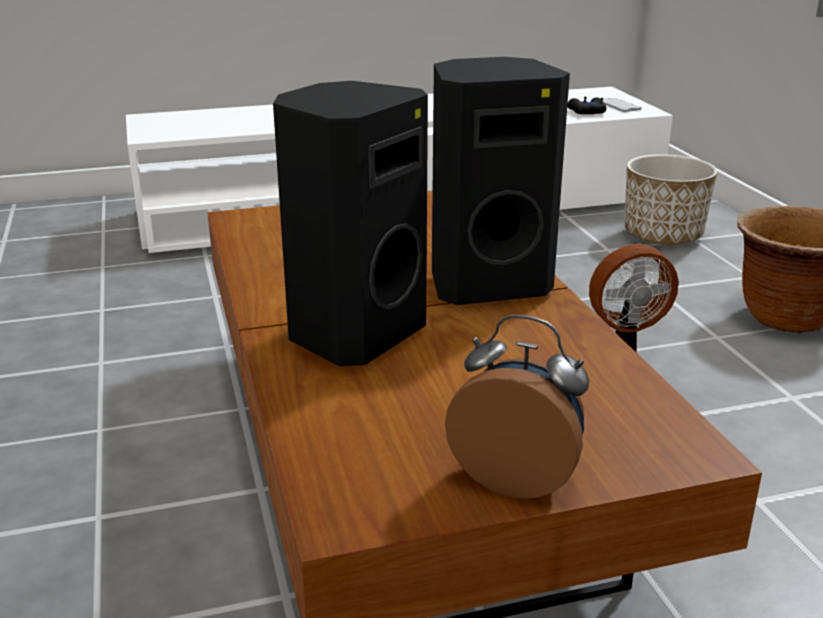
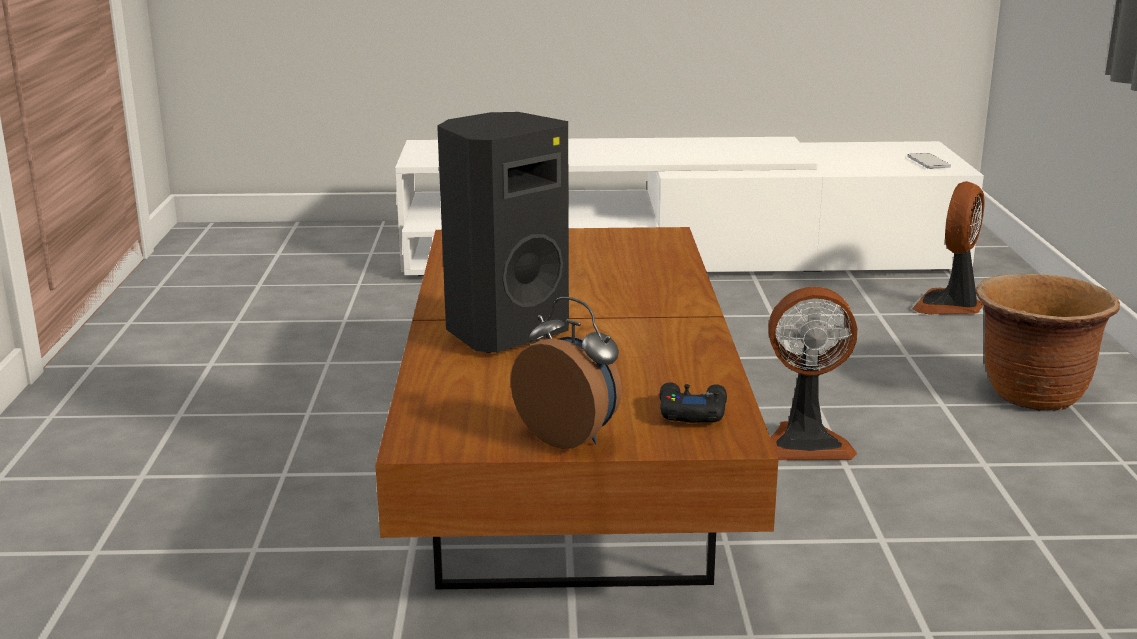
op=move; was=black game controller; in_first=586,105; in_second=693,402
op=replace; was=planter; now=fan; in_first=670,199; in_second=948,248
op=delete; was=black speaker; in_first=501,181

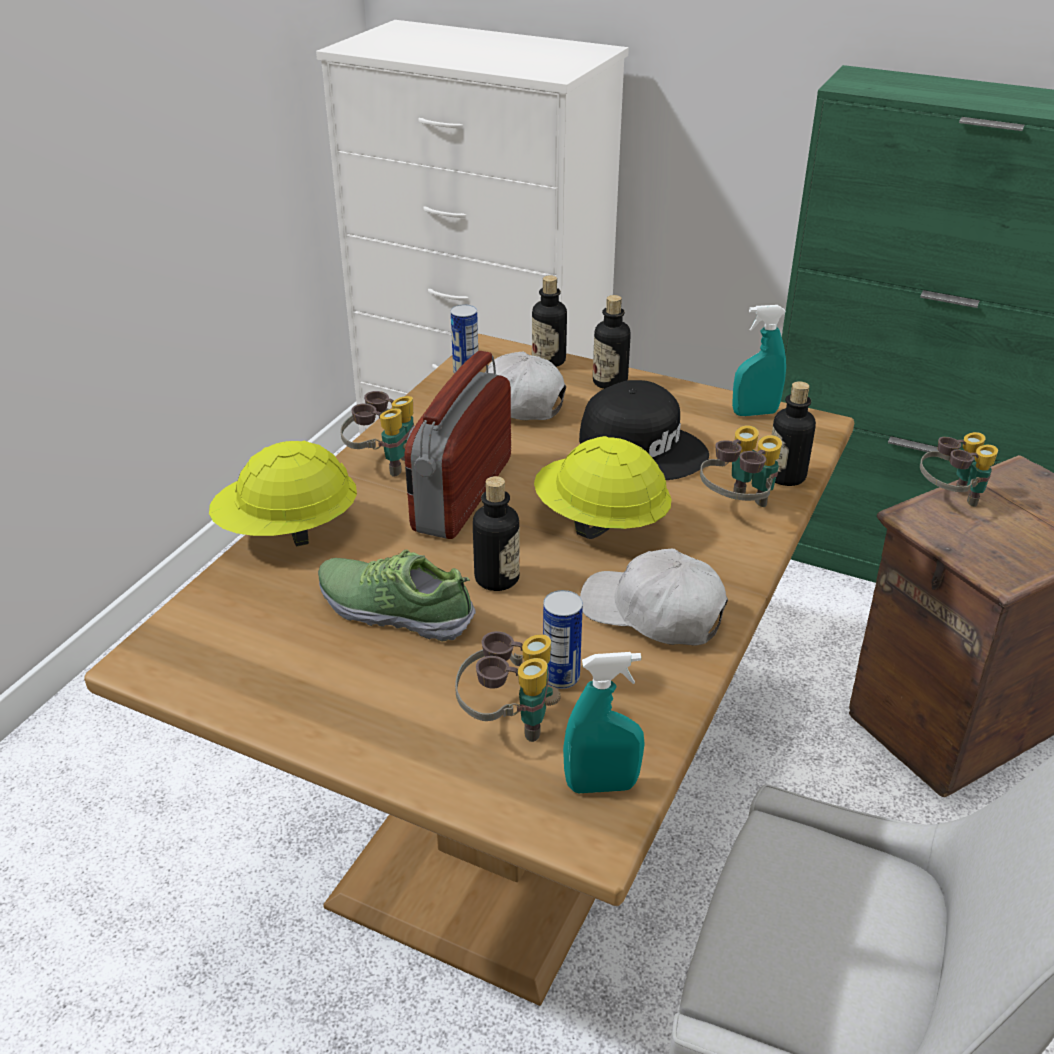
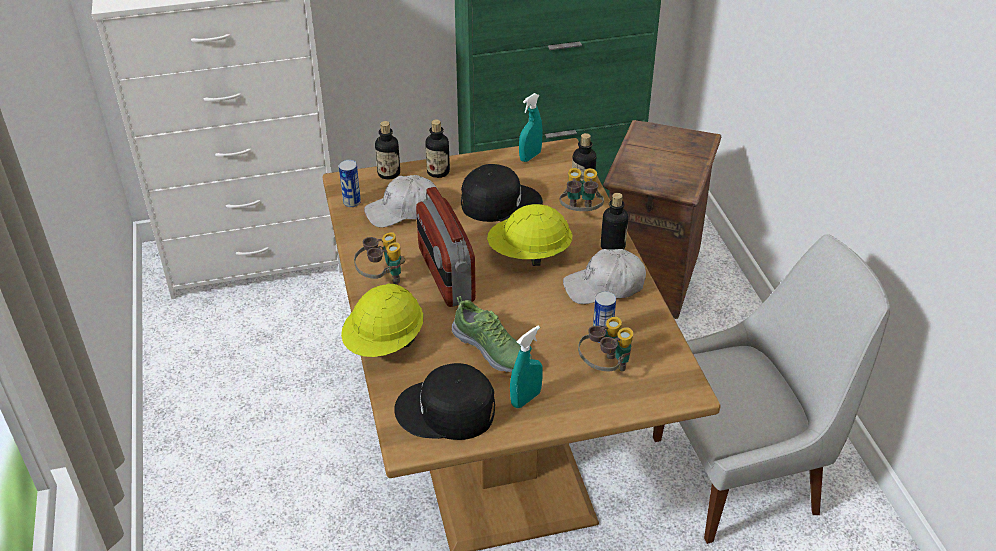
op=insert; now=black cap; in_second=444,401
op=rotate; was=shoe; in_first=396,595; in_second=492,334; clockwise=-120
op=move; was=turquoise spray bottle; in_first=604,722; in_second=526,367
op=move; was=bottle; in_first=496,533; in_second=614,221
op=delete; was=binoculars; in_first=959,469

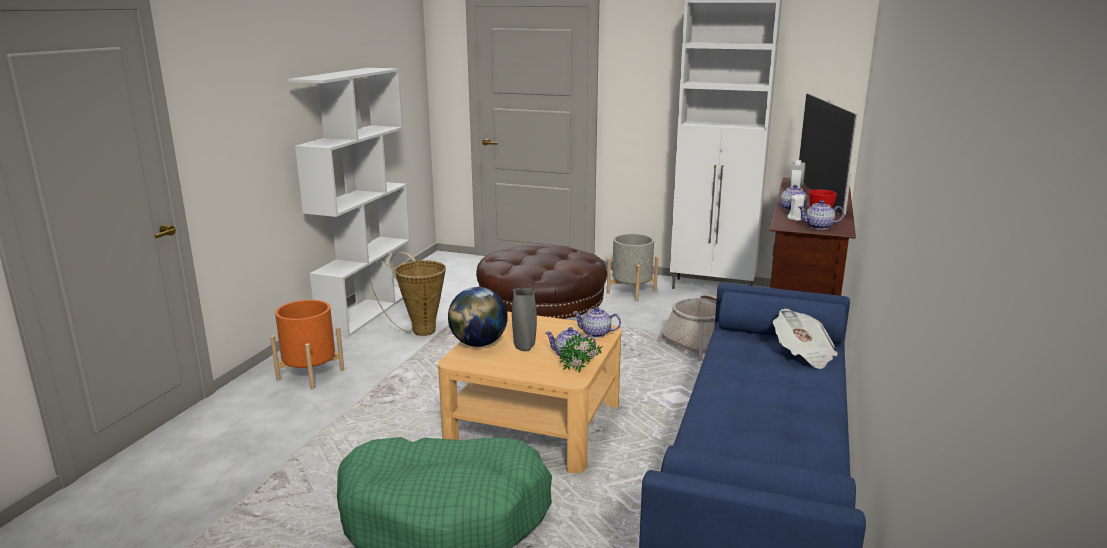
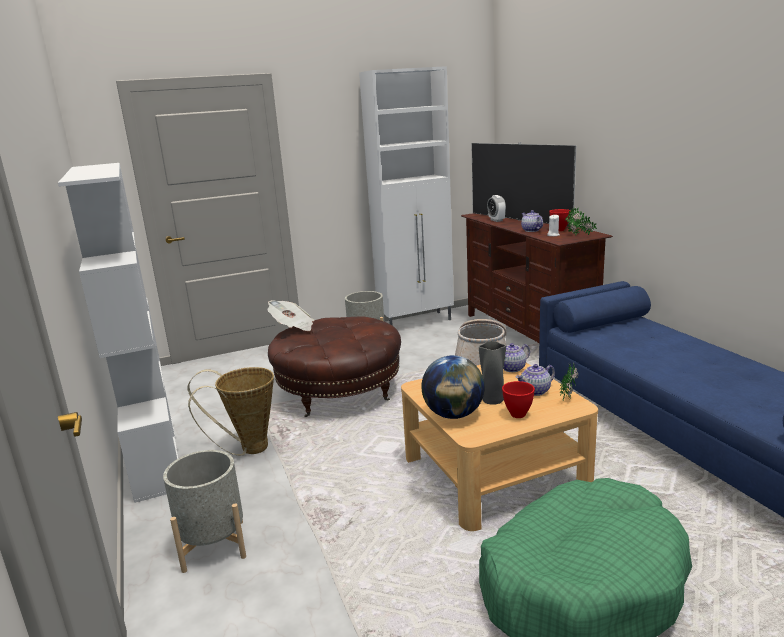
op=recolor; was=orange planter; now=grey planter; in_first=307,345; in_second=204,511
op=move; was=newspaper; in_first=805,339; in_second=290,315
op=insert; now=red bowl; in_second=518,399
op=replace; was=teapot; now=potted plant; in_first=821,215; in_second=581,221

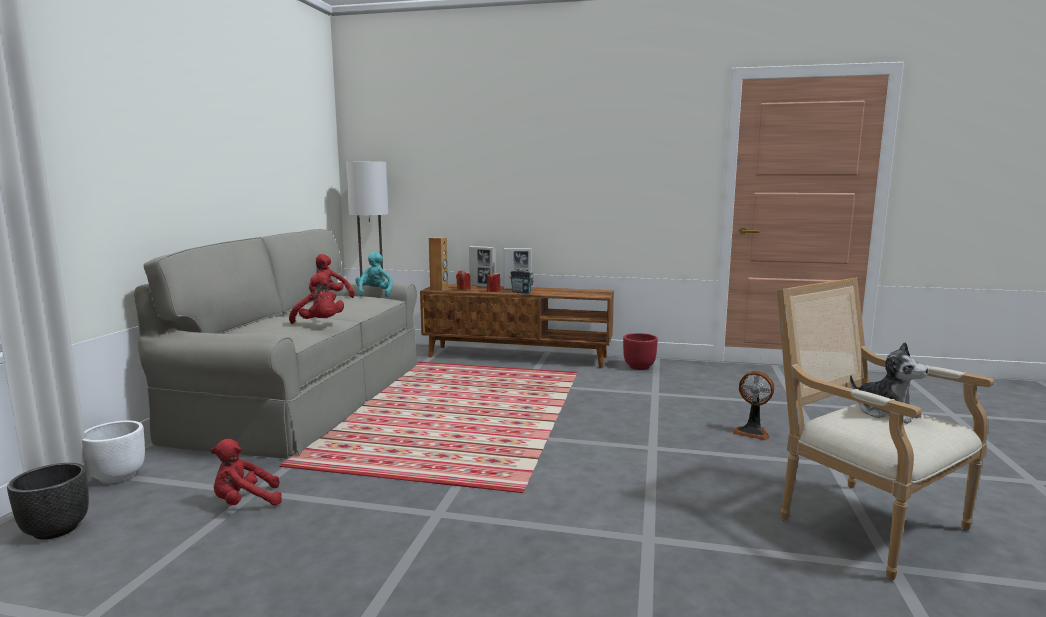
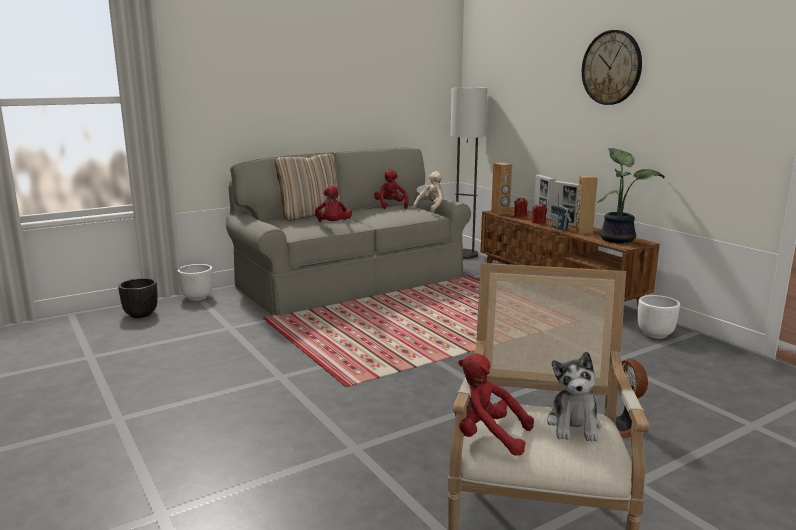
op=insert; now=beige pillow; in_second=308,187
op=recolor; was=turquoise plush toy; now=beige plush toy; in_first=374,274; in_second=428,192
op=move; was=red plush toy; in_first=246,472; in_second=494,404
op=insert; now=brown speaker; in_second=586,204
op=insert; now=wall clock; in_second=612,67
op=insert; now=potted plant; in_second=631,195
op=recolor; was=red planter; now=white planter; in_first=640,351; in_second=659,317

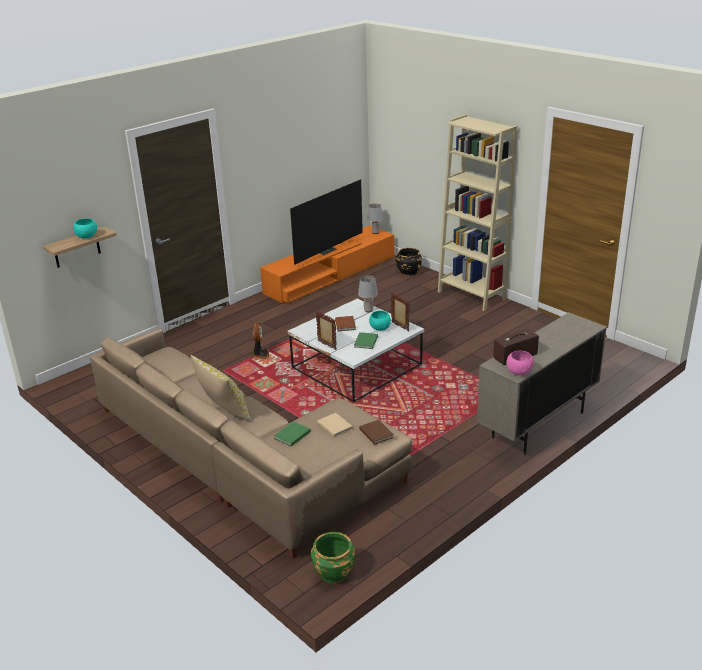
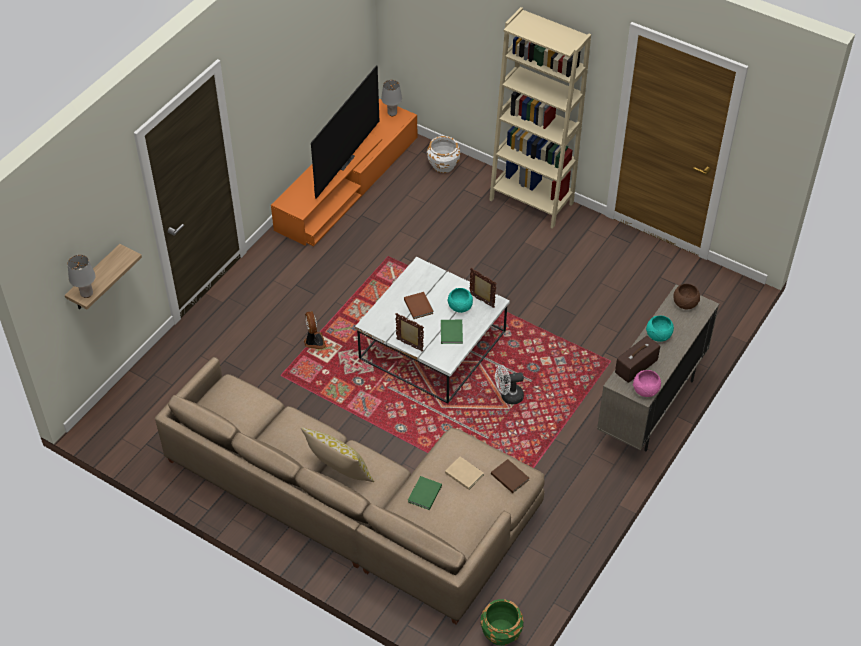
op=move; was=grey table lamp; in_first=368,293; in_second=81,276
op=recolor; was=black planter; now=white planter; in_first=408,262; in_second=444,154
op=insert; now=white fan; in_second=509,384
op=move; was=turquoise bowl; in_first=85,229; in_second=660,329
op=insert; now=brown bowl; in_second=687,296

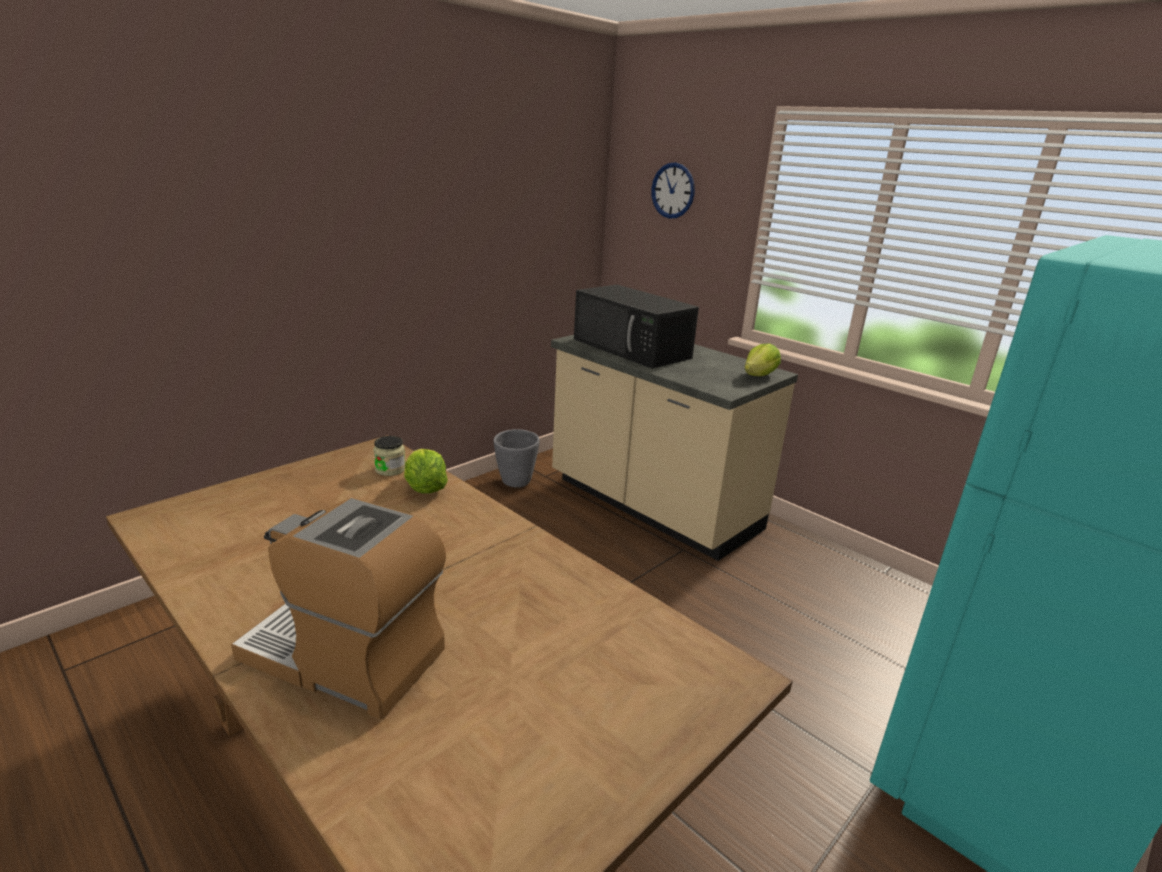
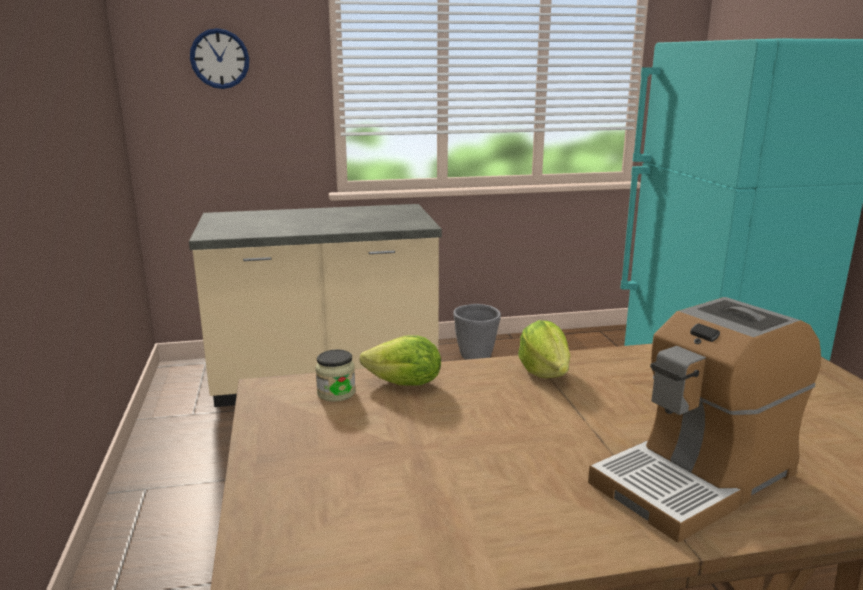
op=move; was=grey planter; in_first=517,458; in_second=477,332
op=move; was=lettuce; in_first=763,359; in_second=544,349
op=delete; was=black microwave; in_first=636,327

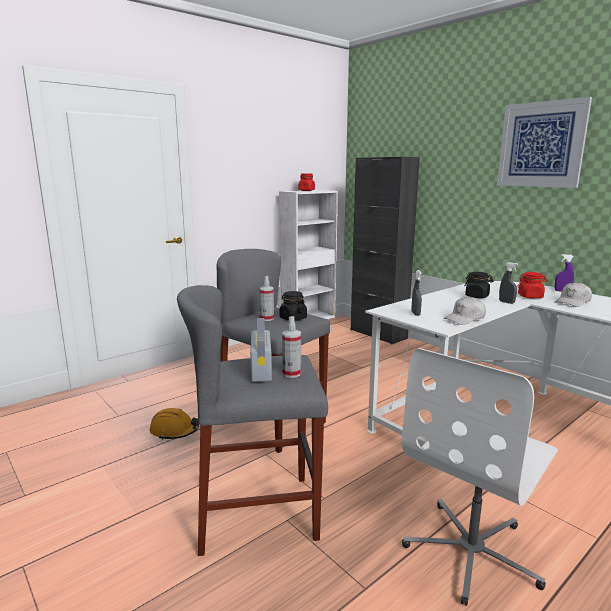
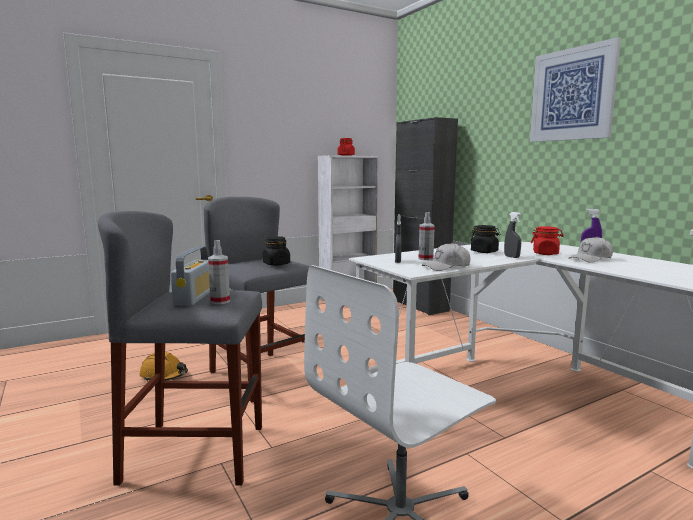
op=move; was=spray bottle; in_first=267,298; in_second=426,236

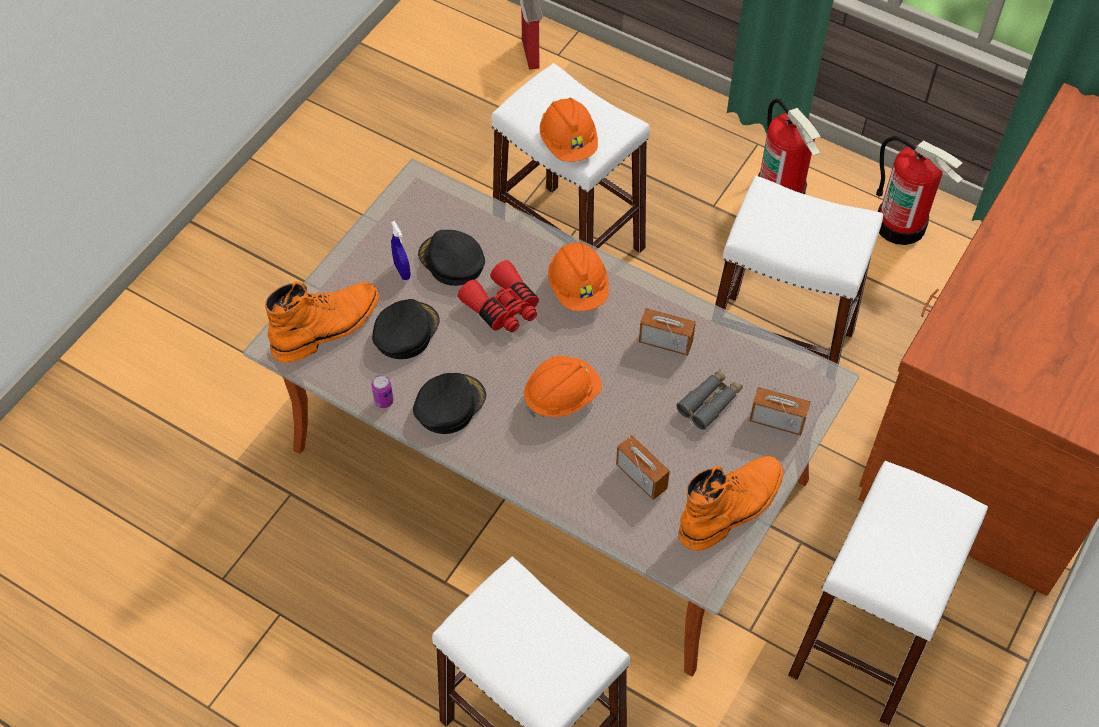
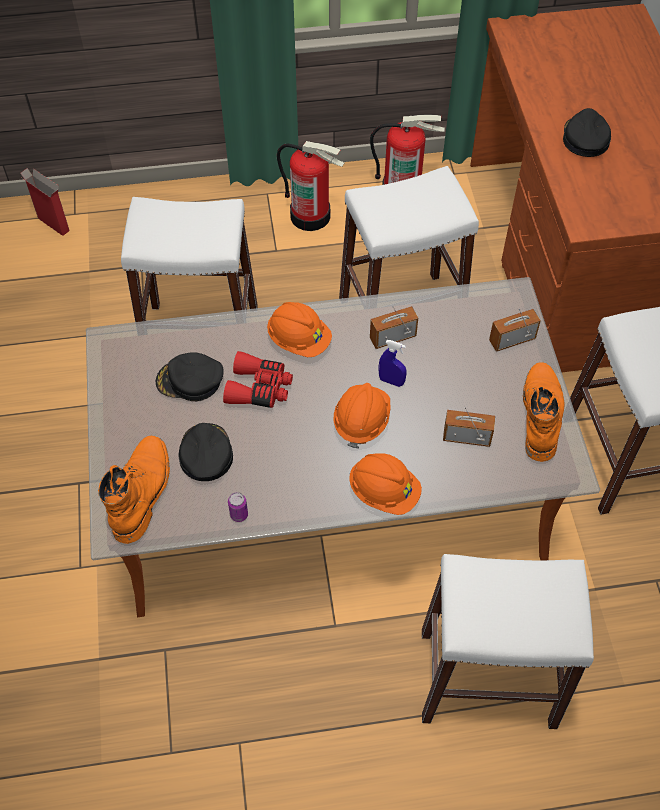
op=move; was=orange hard hat; in_first=569,130; in_second=385,484
op=move; was=blue spray bottle; in_first=401,250; in_second=393,363
op=move; was=black cap; in_first=449,403; in_second=587,132
op=delete; was=grey binoculars; in_first=709,399

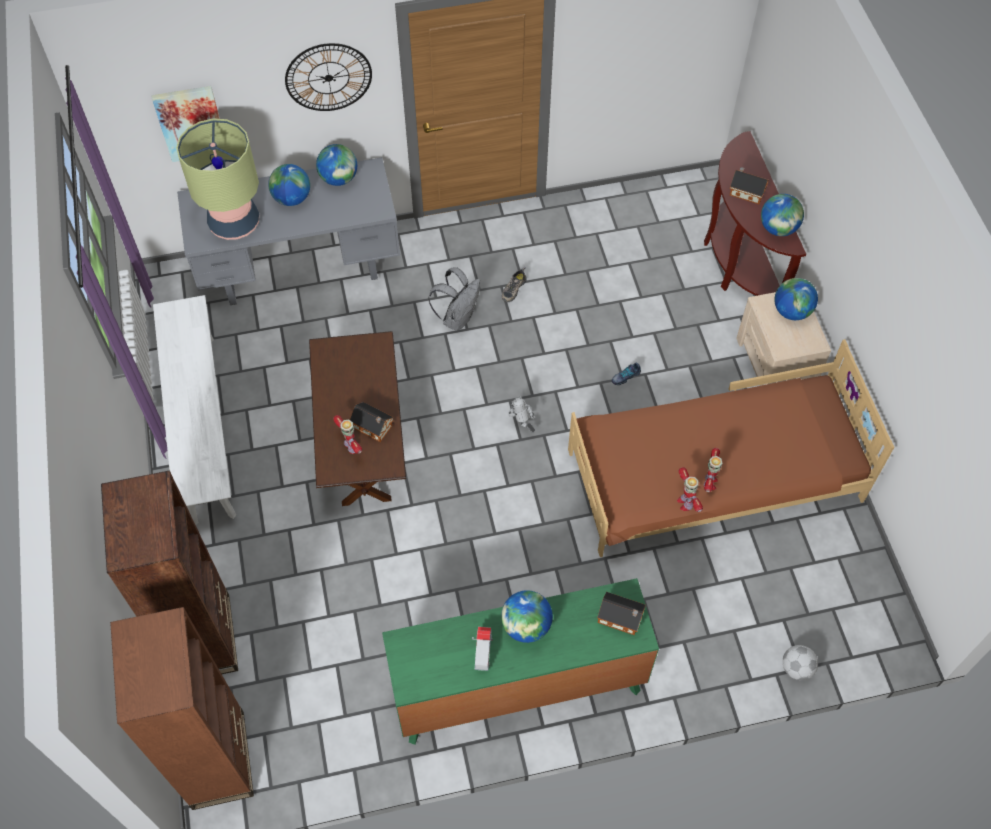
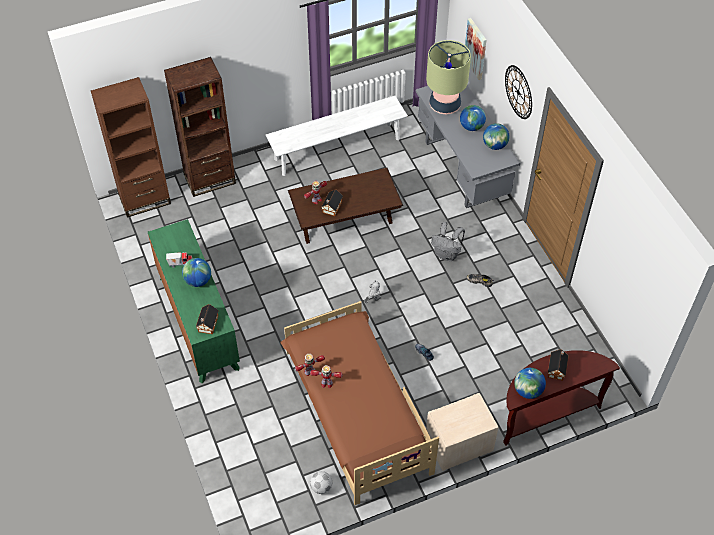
op=move; was=football; in_first=800,662; in_second=321,482
op=delete; was=globe; in_first=796,299

